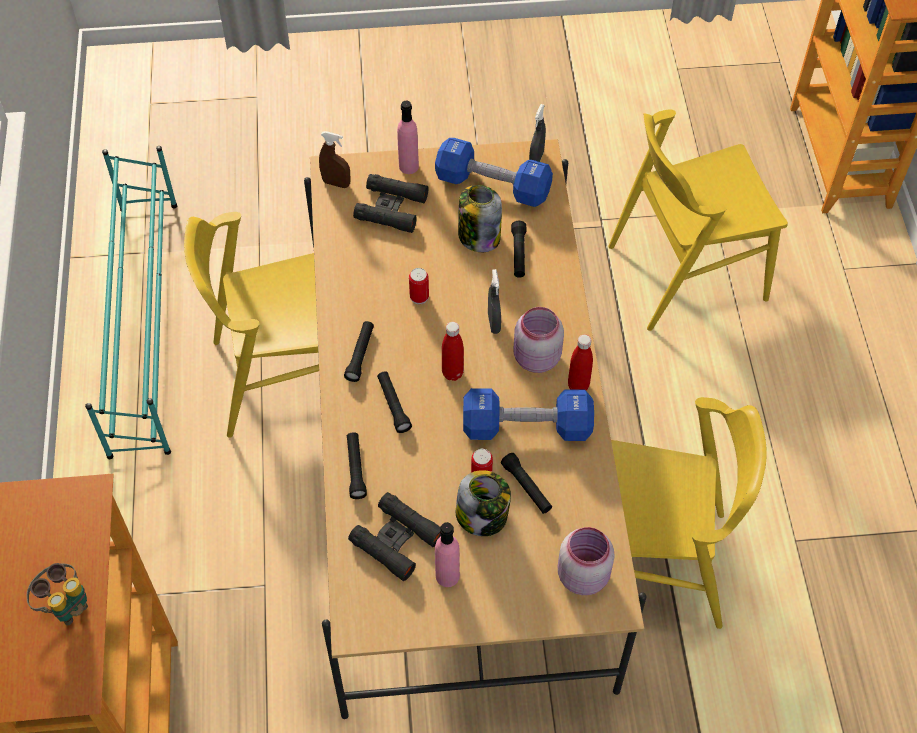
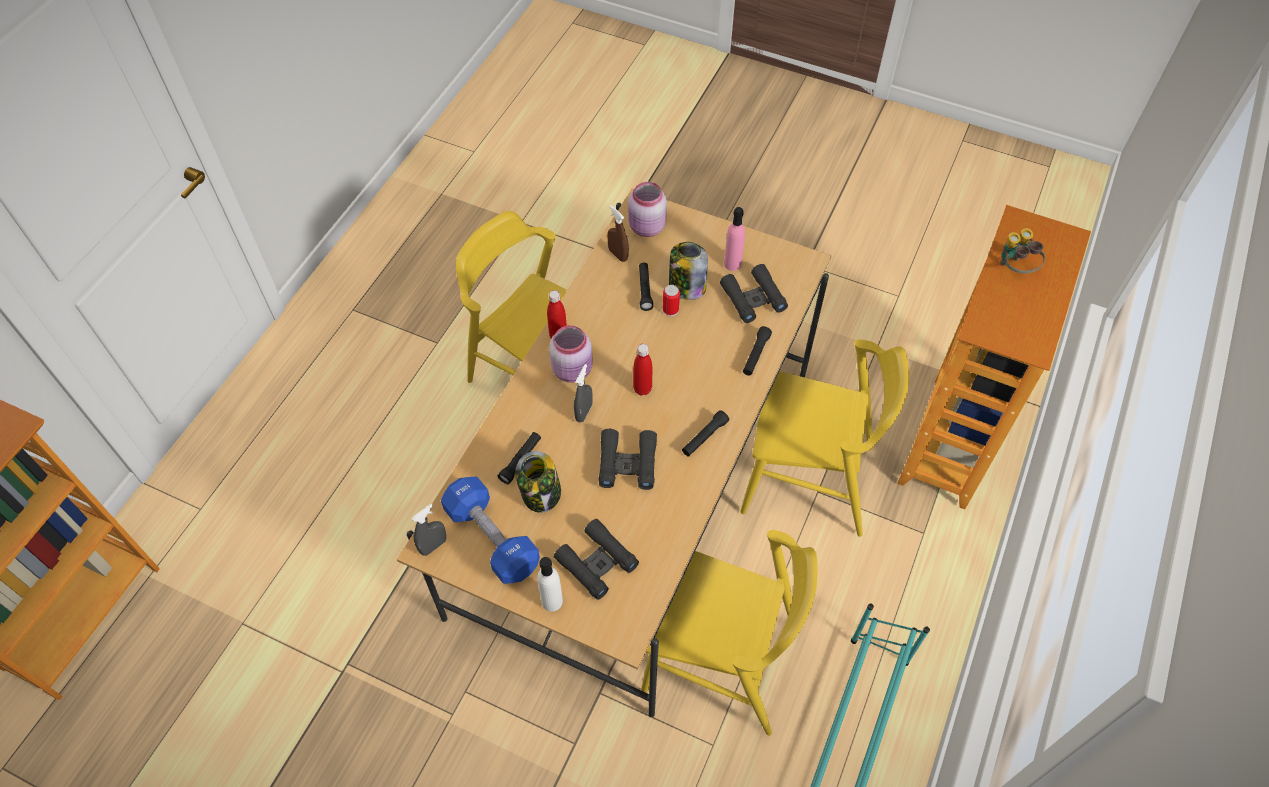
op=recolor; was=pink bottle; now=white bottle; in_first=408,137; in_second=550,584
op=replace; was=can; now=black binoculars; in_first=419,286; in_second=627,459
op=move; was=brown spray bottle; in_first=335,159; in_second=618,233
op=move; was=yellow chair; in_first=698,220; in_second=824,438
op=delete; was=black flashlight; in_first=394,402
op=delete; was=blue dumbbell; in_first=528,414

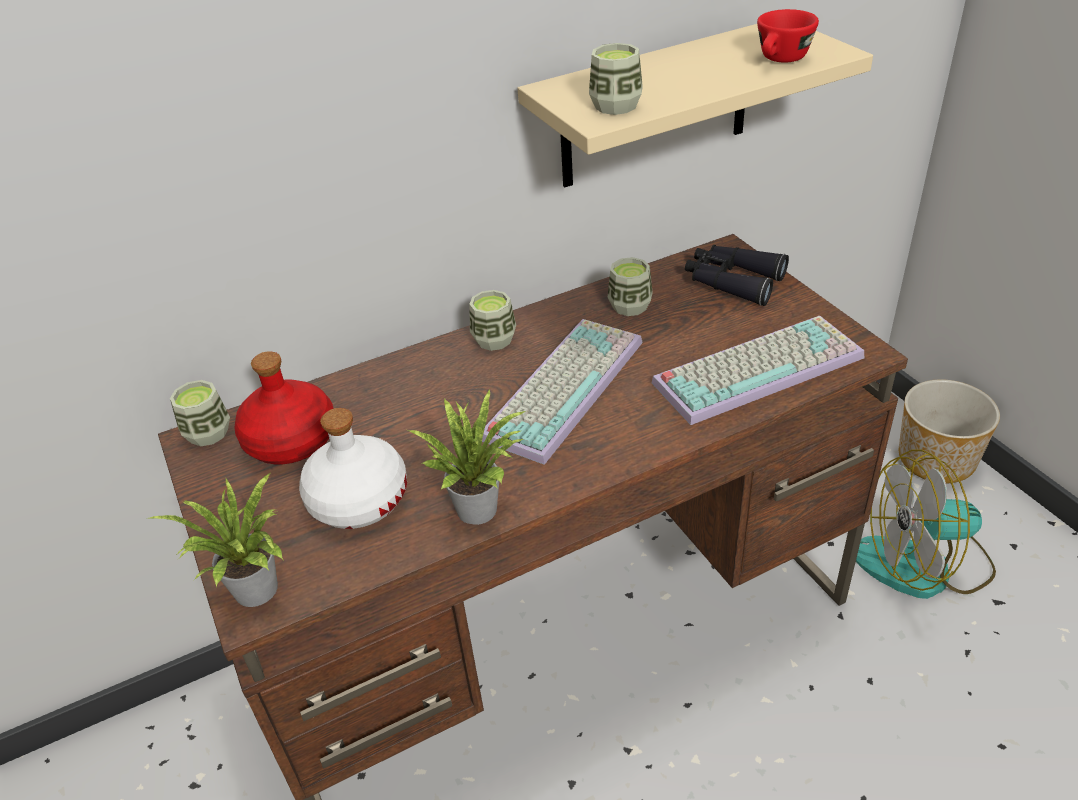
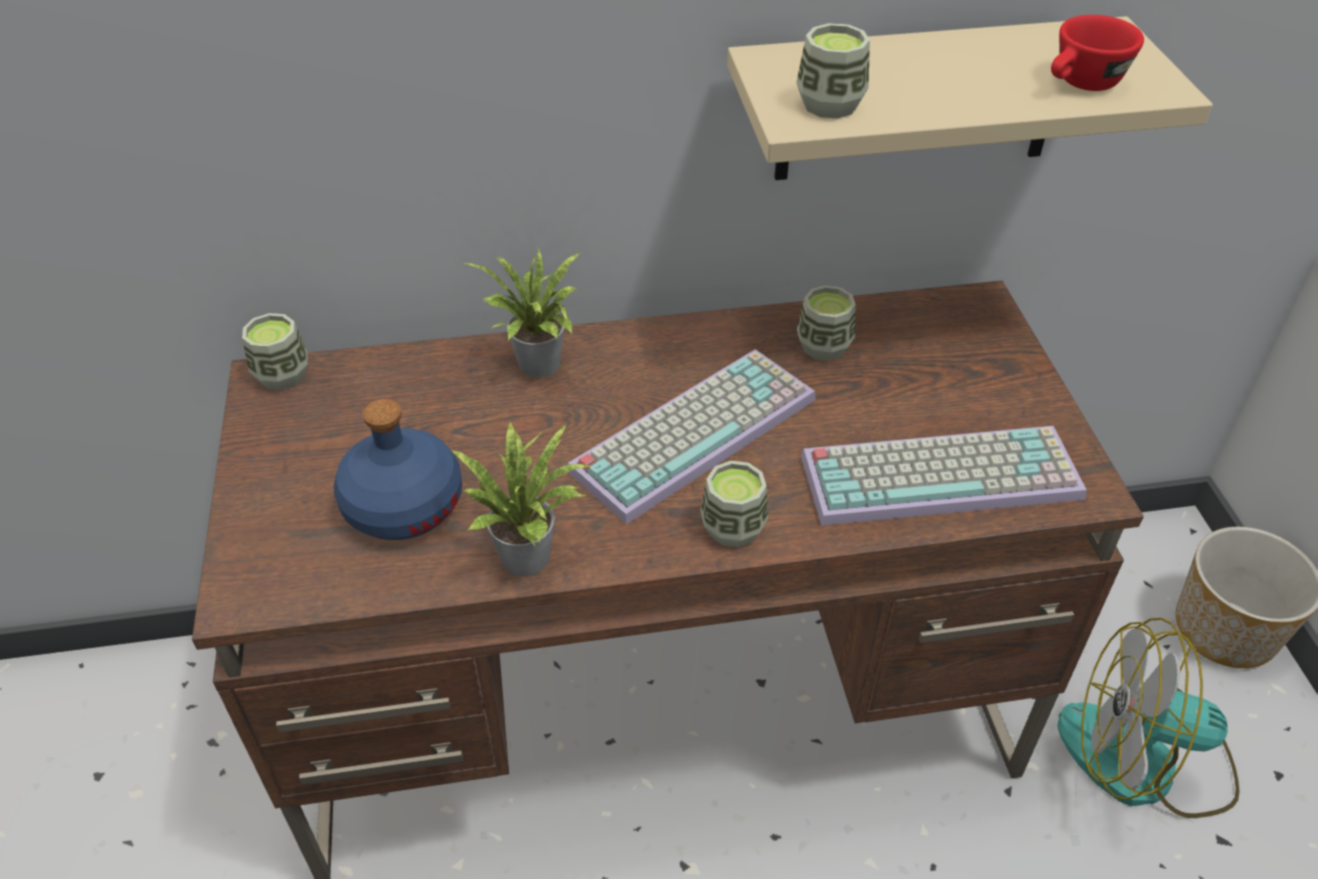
op=recolor; was=white bottle; now=blue bottle; in_first=353,468; in_second=398,469
op=move; was=potted plant; in_first=216,540; in_second=521,312
op=move; was=cup; in_first=492,320; in_second=734,504
op=delete; was=red bottle; in_first=284,407
op=delete; was=black binoculars; in_first=737,275

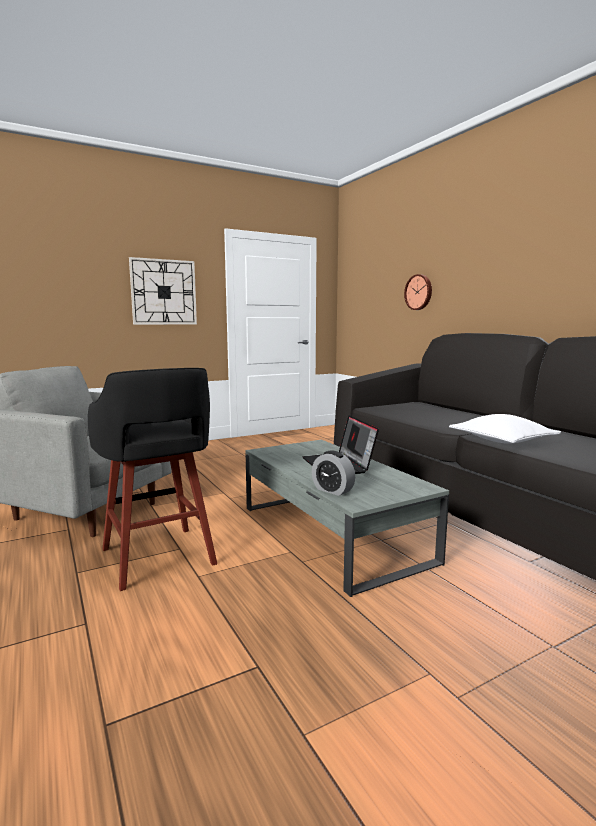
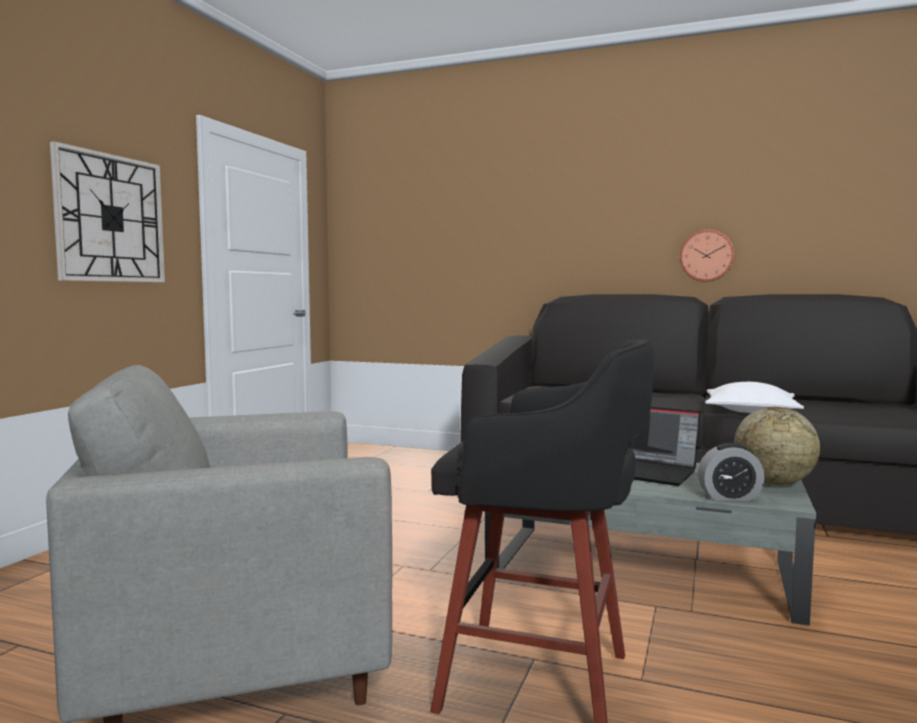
op=move; was=wall clock; in_first=418,292; in_second=707,256
op=insert; now=globe; in_second=777,446

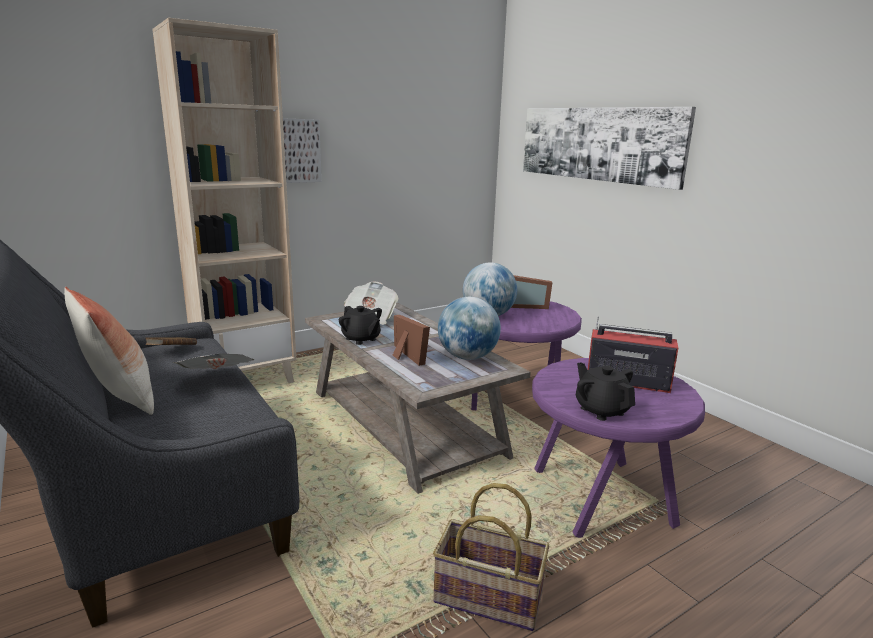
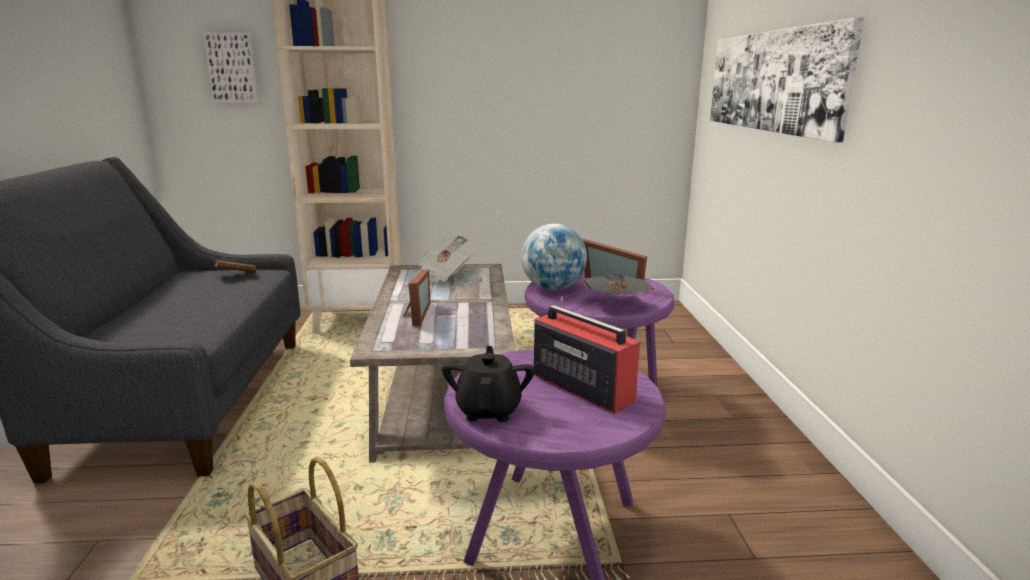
op=move; was=picture; in_first=302,151; in_second=231,68
op=move; was=newspaper; in_first=213,361; in_second=617,284
op=delete; was=pillow; in_first=109,351
op=delete; was=black teapot; in_first=360,325
op=delete; was=globe; in_first=469,328

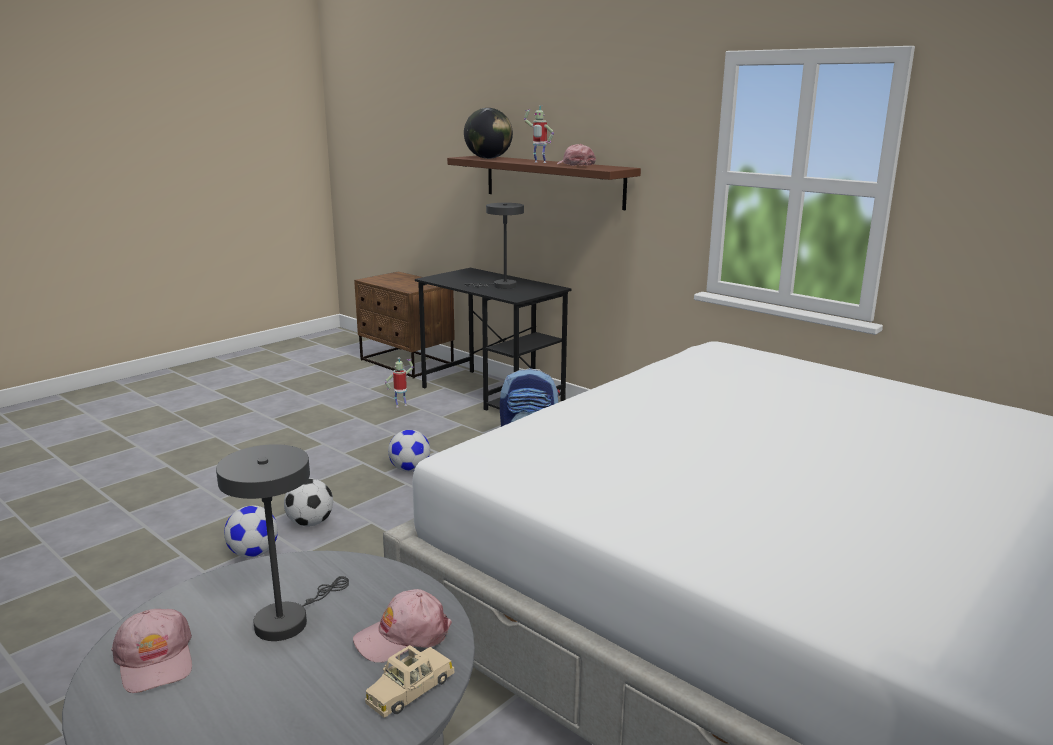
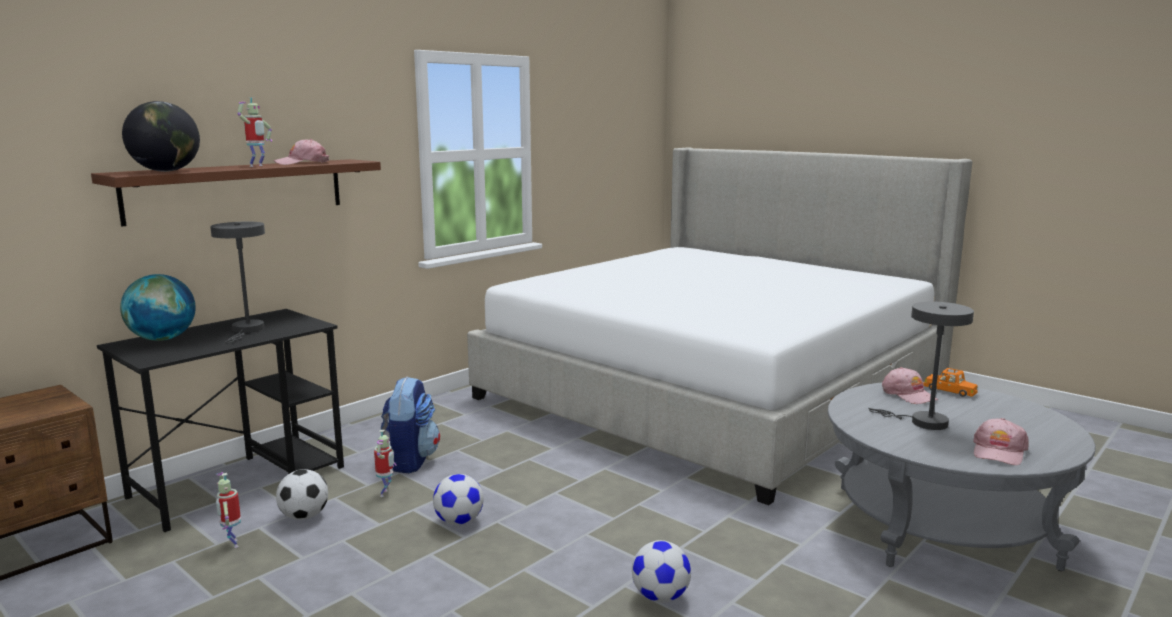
op=insert; now=globe; in_second=158,307
op=move; was=football; in_first=308,502; in_second=302,494
op=insert; now=toy robot; in_second=385,463
op=recolor; was=beige toy car; now=orange toy car; in_first=409,681; in_second=950,382
op=rotate; was=pink cap; in_first=151,651; in_second=1001,441; clockwise=150

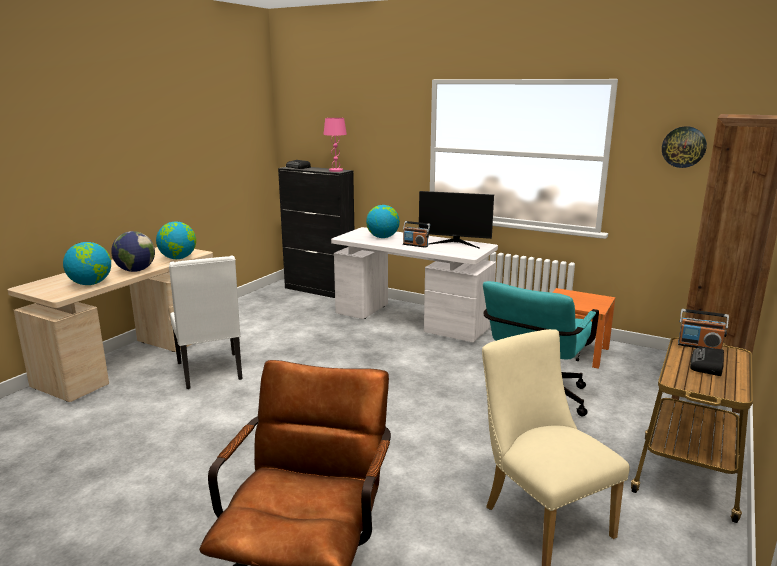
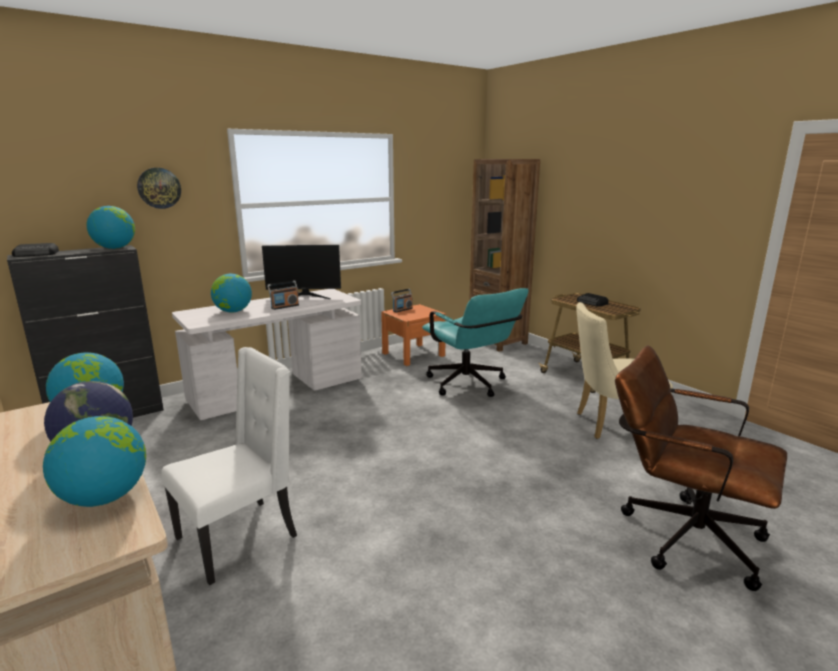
op=replace; was=pink table lamp; now=globe; in_first=335,145; in_second=111,227
op=move; was=wall clock; in_first=684,147; in_second=159,188
op=rotate; was=white chair; in_first=206,322; in_second=229,466; clockwise=-45
op=rotate; was=monitor; in_first=456,219; in_second=301,272; clockwise=45
op=move; was=radio; in_first=703,329; in_second=402,300

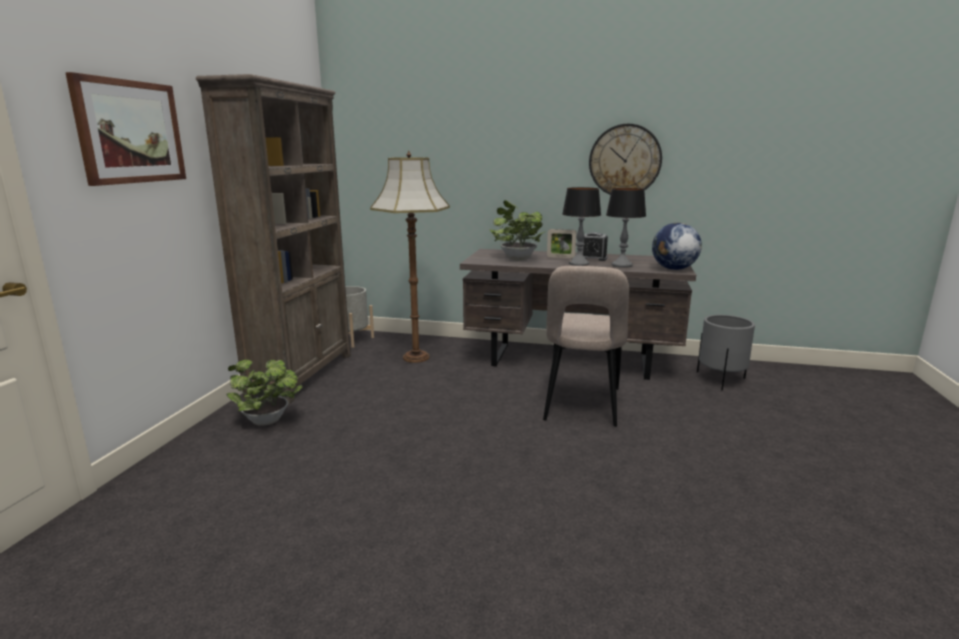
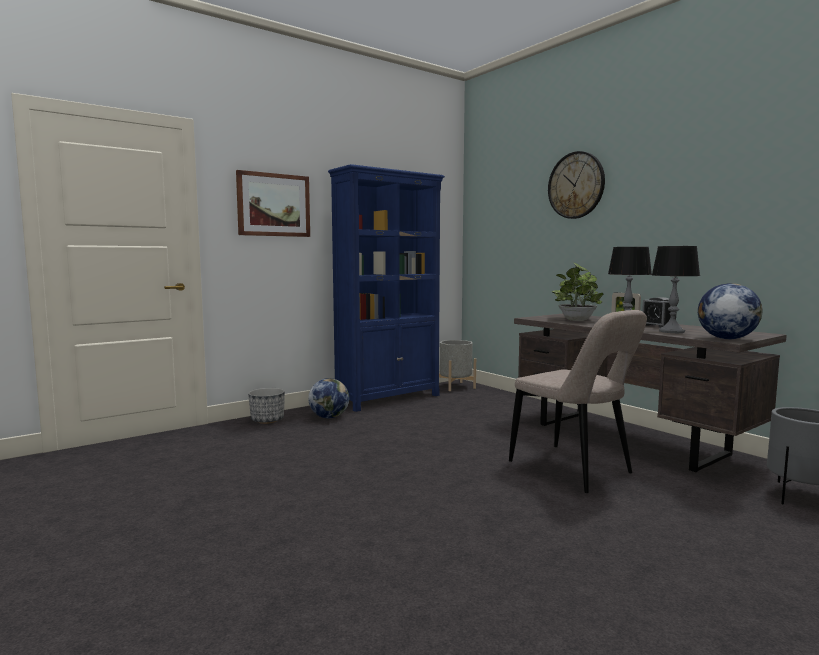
op=insert; now=planter; in_second=266,406
op=replace; was=potted plant; now=globe; in_first=265,392; in_second=328,398
op=recolor; was=brown bookcase; now=blue bookcase; in_first=273,239; in_second=386,288
op=rotate; was=beige chair; in_first=586,346; in_second=578,401; clockwise=-90
op=move; was=wall clock; in_first=625,159; in_second=576,185
op=delete; was=floor lamp; in_first=410,256

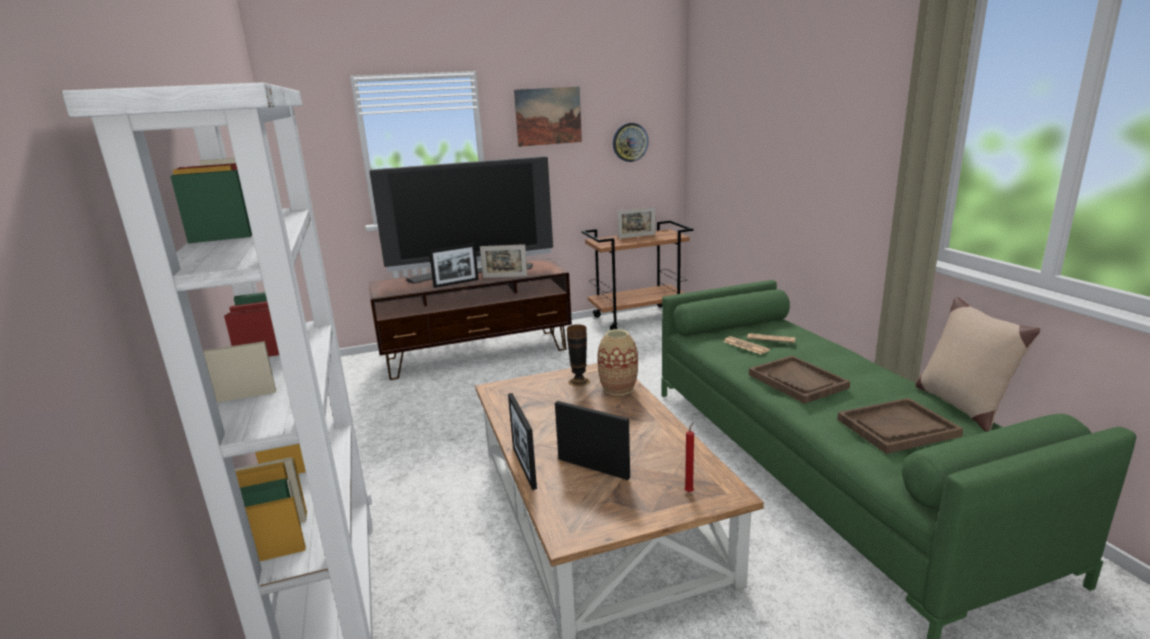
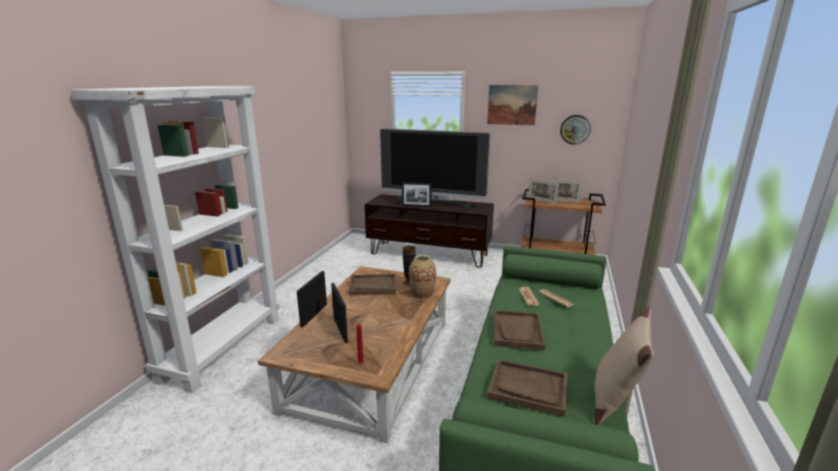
op=insert; now=brown tray; in_second=372,284
op=move; was=picture frame; in_first=504,261; in_second=543,191

